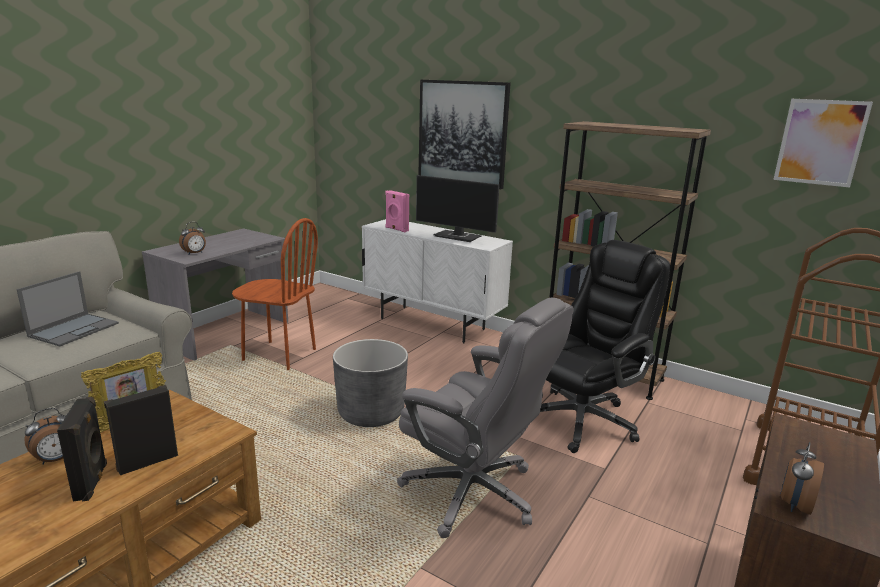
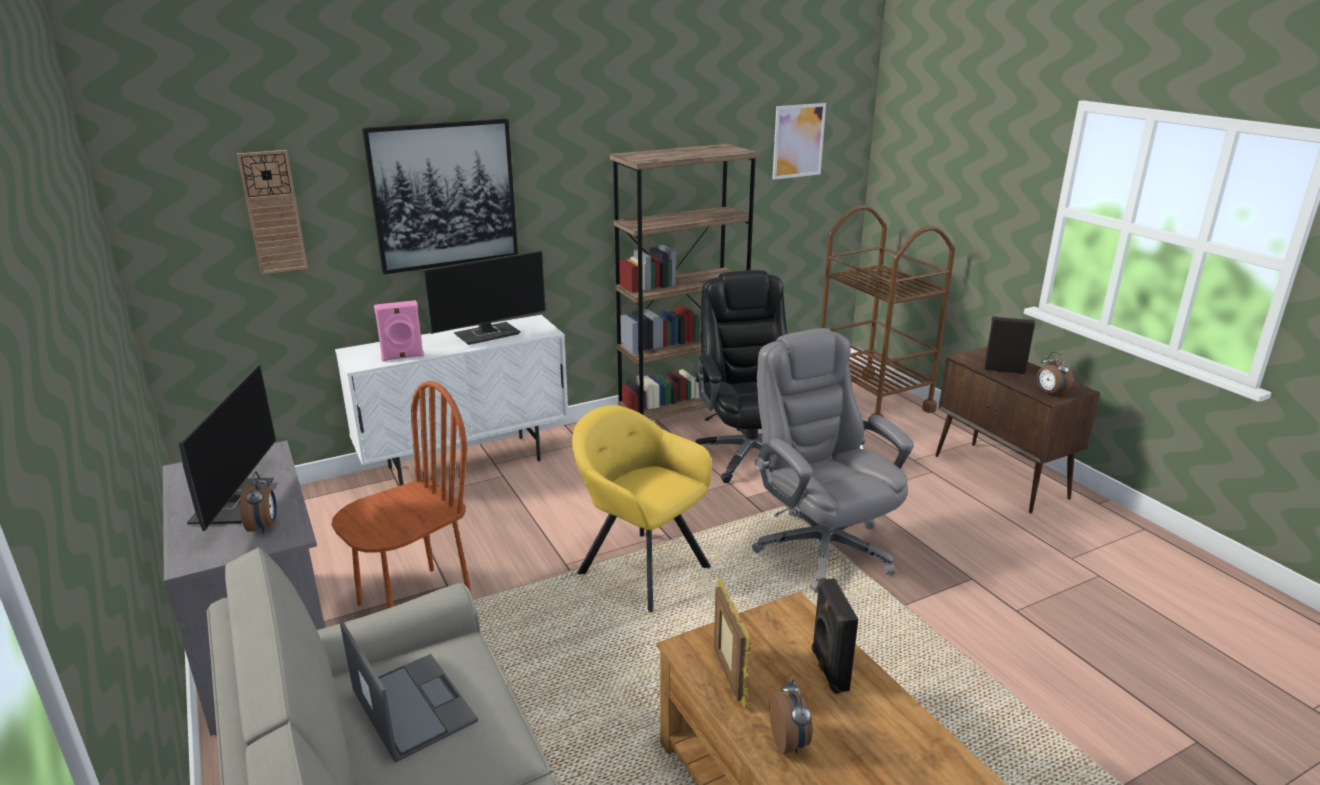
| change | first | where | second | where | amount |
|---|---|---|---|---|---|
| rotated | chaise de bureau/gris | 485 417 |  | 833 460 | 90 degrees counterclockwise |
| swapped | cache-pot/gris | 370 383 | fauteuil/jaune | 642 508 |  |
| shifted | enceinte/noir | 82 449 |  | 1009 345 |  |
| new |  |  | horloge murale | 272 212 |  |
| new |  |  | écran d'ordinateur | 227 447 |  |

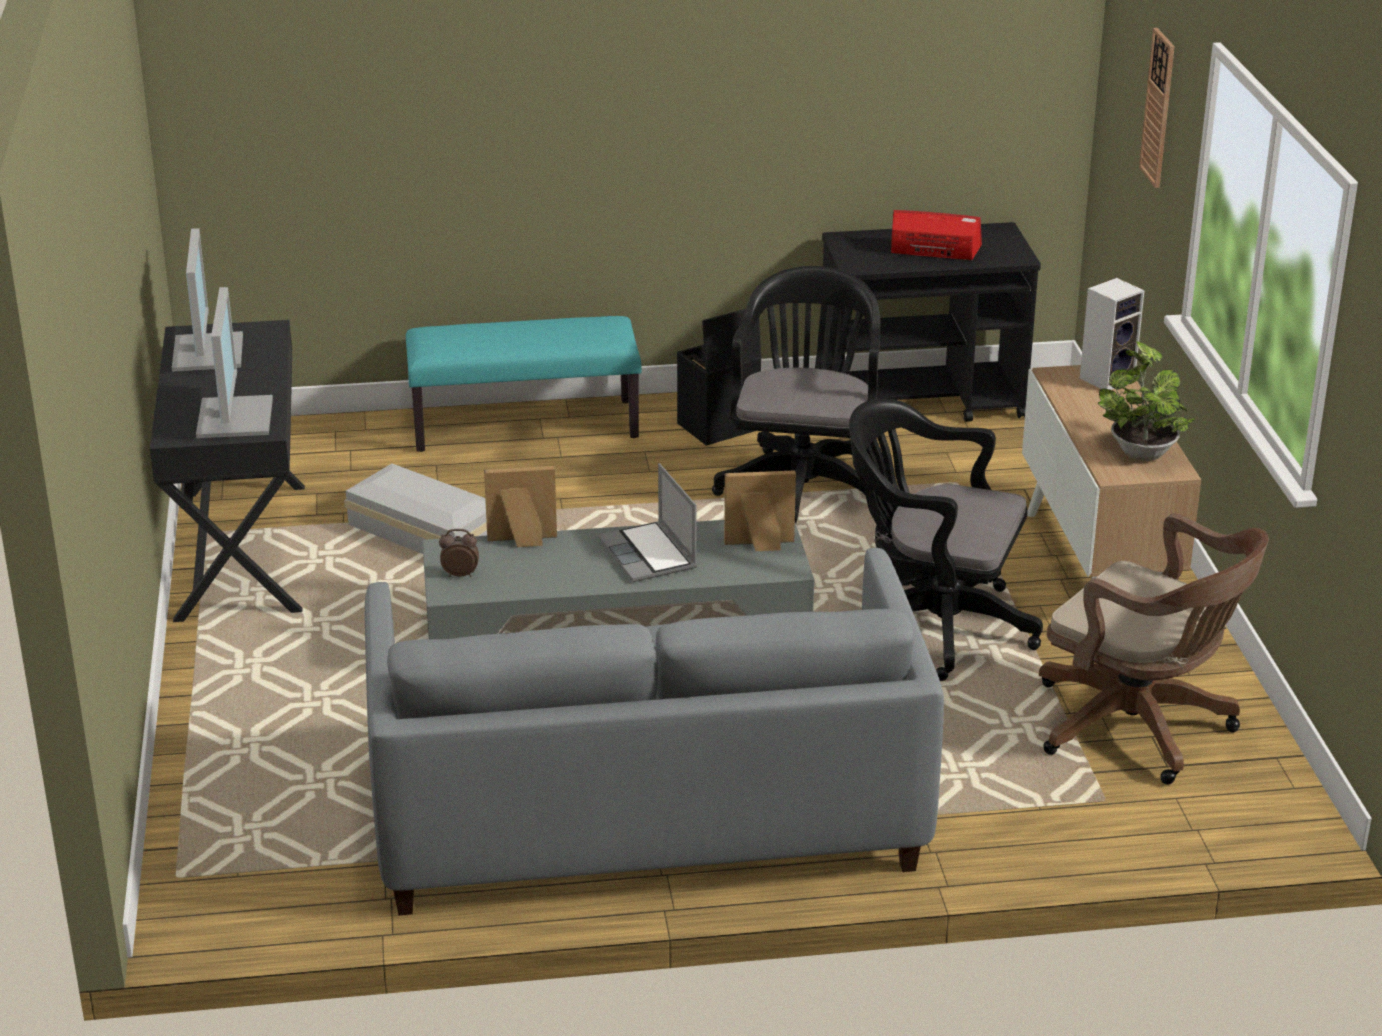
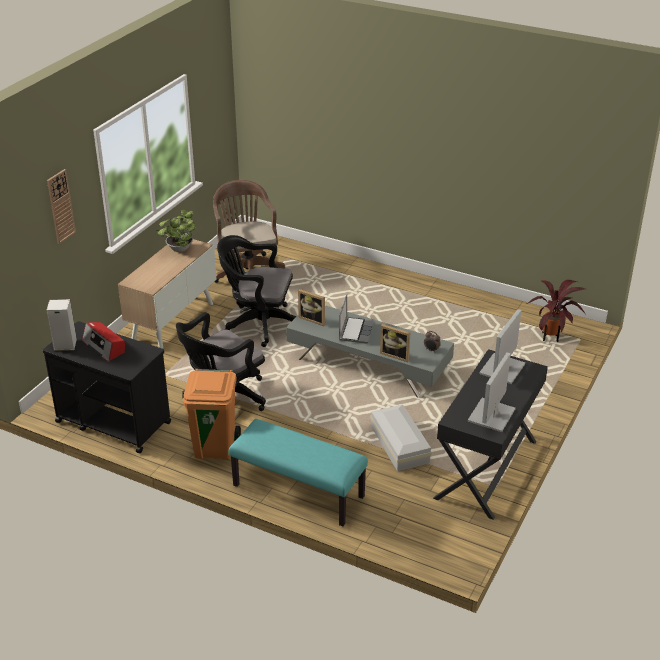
| change | first | where | second | where | amount |
|---|---|---|---|---|---|
| shifted | enceinte | 1112 334 |  | 61 325 |  |
| swapped | boîte de rangement/noir | 719 377 | poubelle/orange | 212 414 |  |
| rotated | chaise de bureau/noir | 946 540 |  | 257 291 | 135 degrees clockwise |
| gone | canapé/gris | 654 731 |  |  |  |
| new |  |  | plante en pot | 556 311 |  |

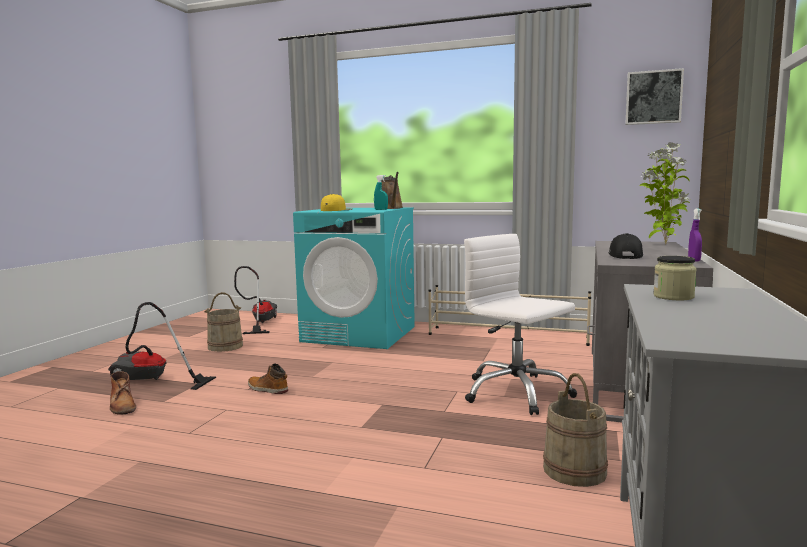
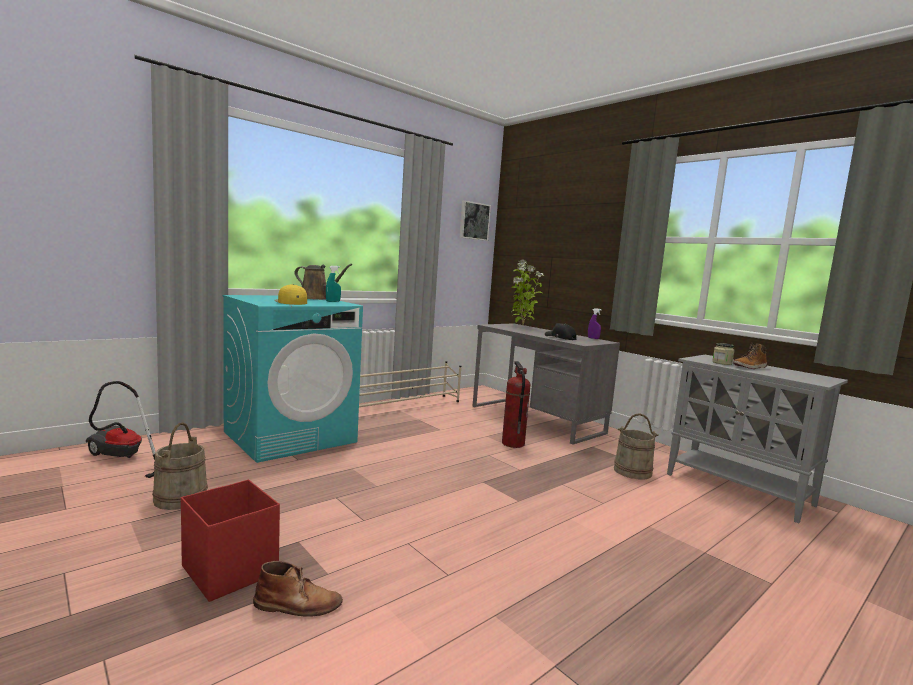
| change | first | where | second | where | amount |
|---|---|---|---|---|---|
| swapped | chaise de bureau/blanc | 520 324 | extincteur | 516 404 |  |
| swapped | aspirateur | 162 346 | boîte de rangement/rouge | 230 541 |  |
| shifted | botte | 268 379 |  | 750 355 |  |

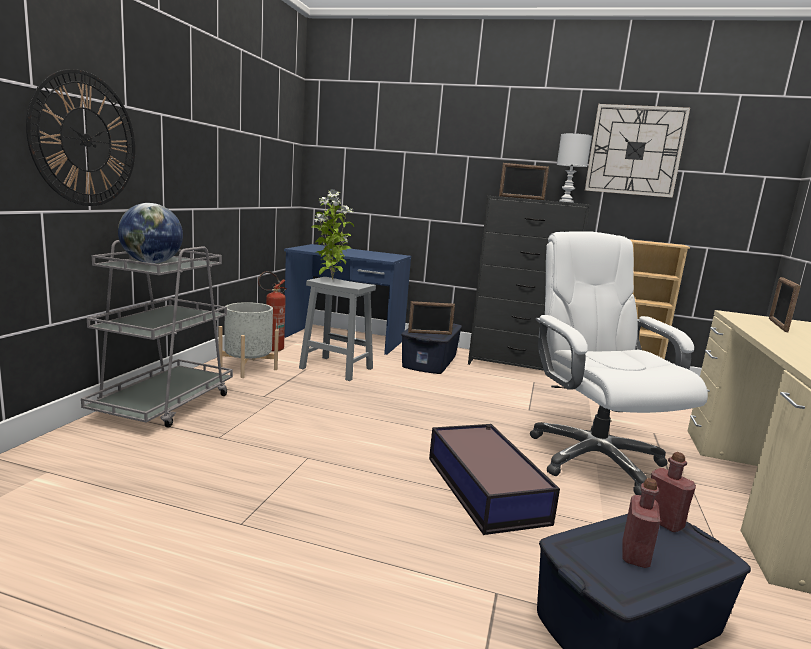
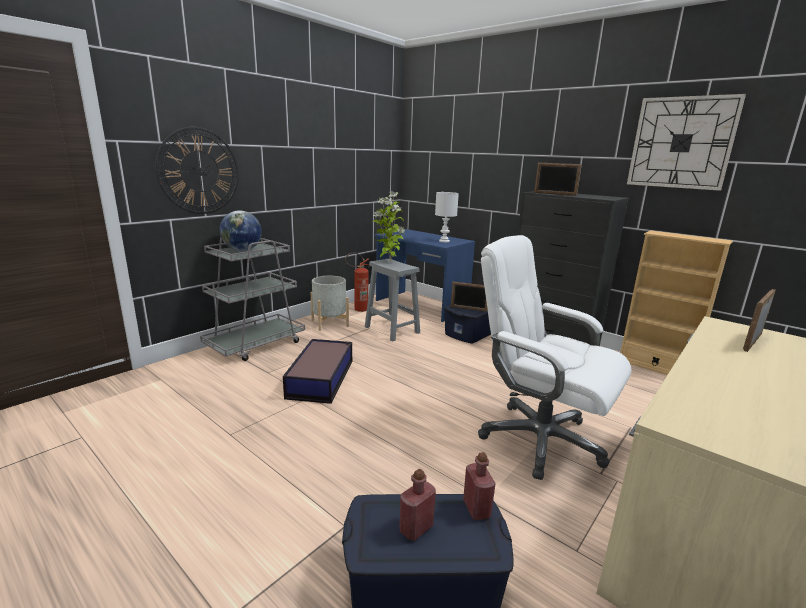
| change | first | where | second | where | amount |
|---|---|---|---|---|---|
| shifted | lampe de table/blanc | 574 168 |  | 447 217 |  |
| rotated | chaise de bureau/blanc | 619 363 |  | 555 357 | 60 degrees counterclockwise |
| shifted | boîte de rangement | 494 479 |  | 317 371 |  |

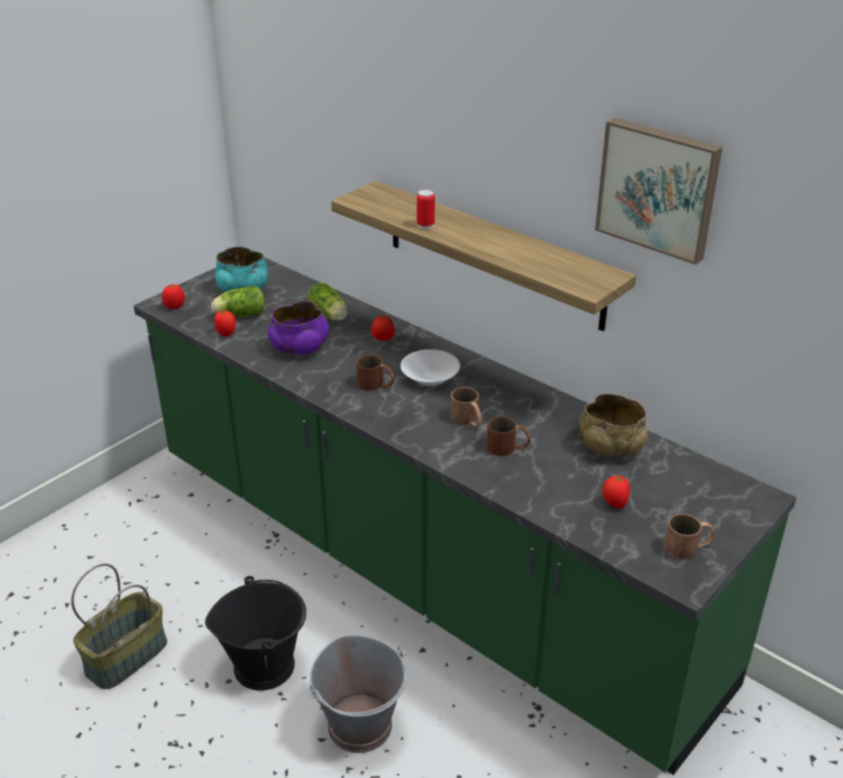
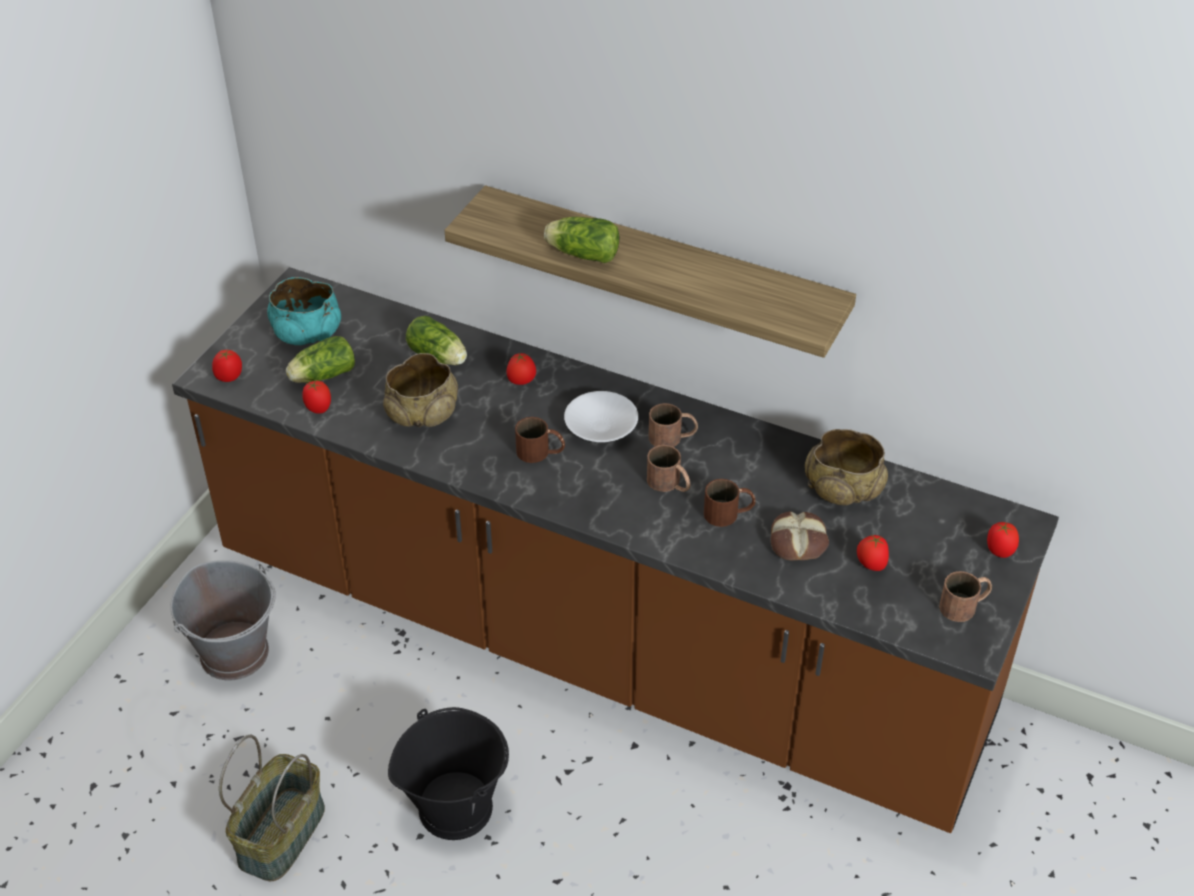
| change | first | where | second | where | amount |
|---|---|---|---|---|---|
| gone | tableau | 659 191 |  |  |  |
| swapped | boîte métallique | 426 209 | laitue | 581 240 |  |
| repainted | comptoir de cuisine/vert | 465 516 | comptoir de cuisine/marron | 615 550 |  |
| repainted | bol/violet | 298 328 | bol/beige | 420 390 |  |
| shifted | seau/gris | 358 693 |  | 223 620 |  |
| new |  |  | mug/marron | 673 425 |  |
| new |  |  | pain | 800 536 |  |
| new |  |  | tomate | 1003 540 |  |

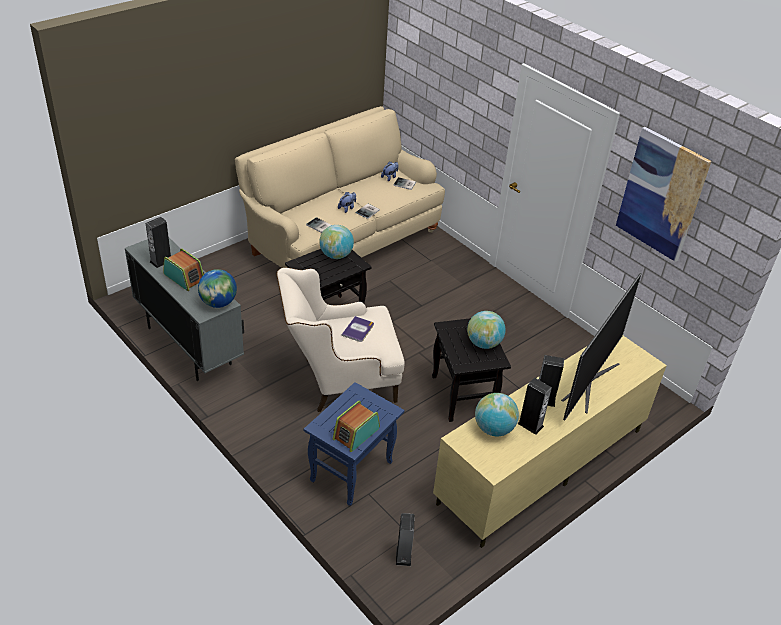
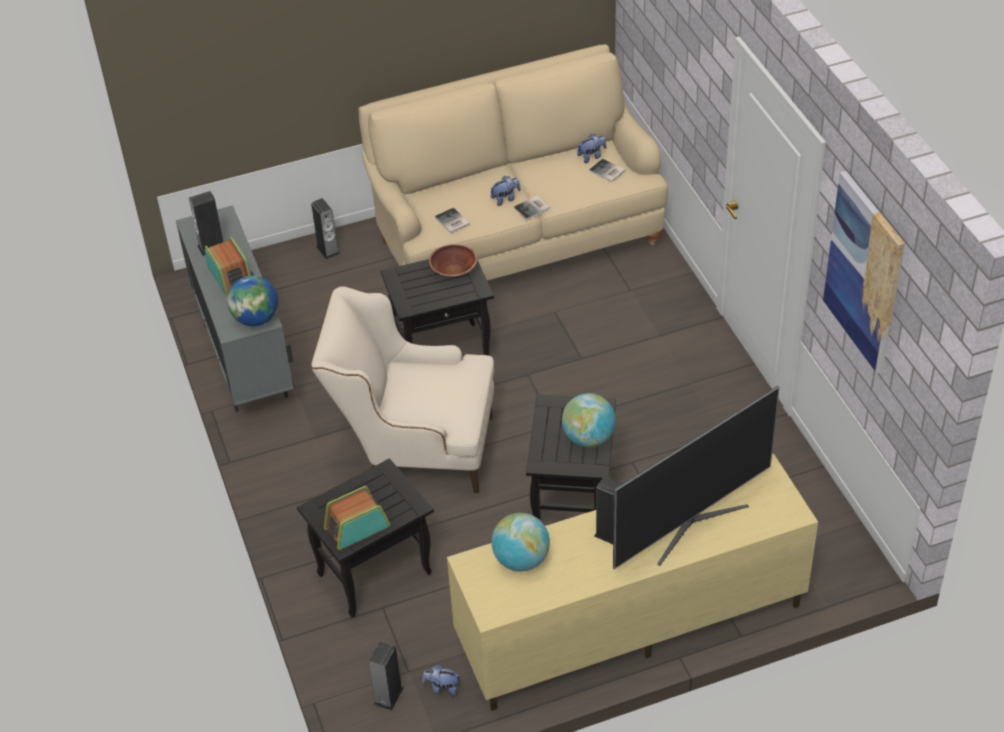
| change | first | where | second | where | amount |
|---|---|---|---|---|---|
| swapped | globe | 336 242 | bol/marron | 453 260 |  |
| gone | livre | 358 329 |  |  |  |
| shifted | enceinte | 534 406 |  | 325 229 |  |
| repainted | table d'appoint/bleu | 354 444 | table d'appoint/noir | 365 538 |  |
| new |  |  | peluche | 441 680 |  |

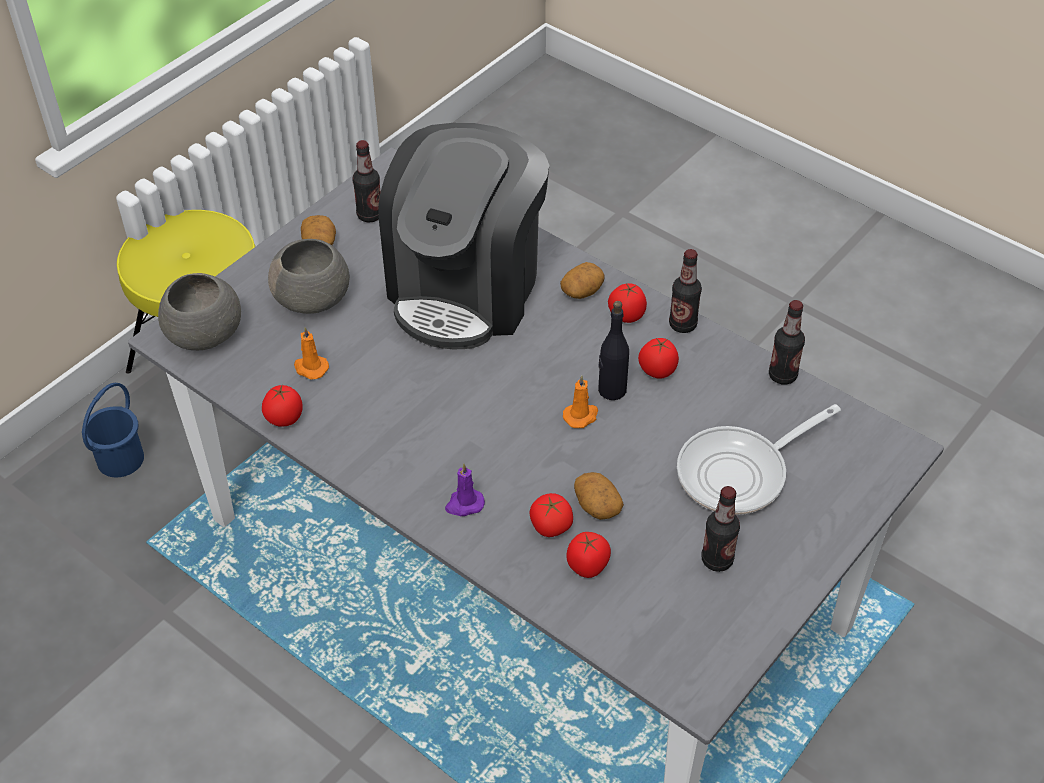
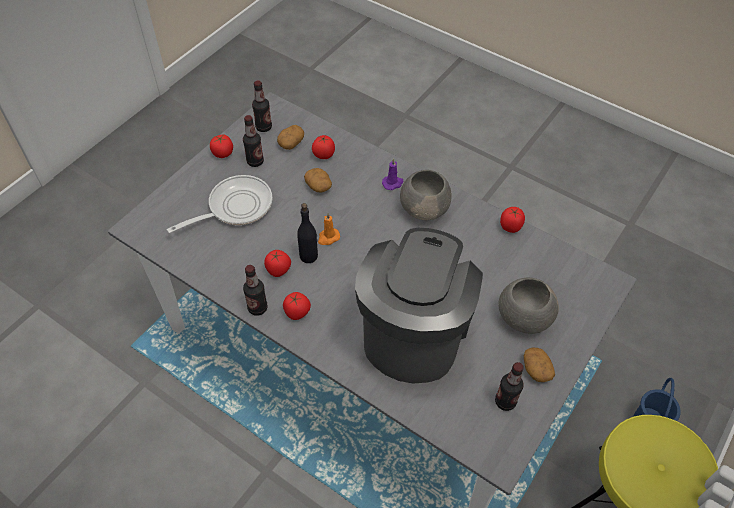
| change | first | where | second | where | amount |
|---|---|---|---|---|---|
| shifted | pomme de terre | 582 280 |  | 290 137 |  |
| shifted | bol/gris | 199 311 |  | 426 195 |  |
| shifted | bouteille | 787 342 |  | 262 106 |  |
| gone | bougie/orange | 311 353 |  |  |  |
| shifted | tomate | 551 515 |  | 221 146 |  |

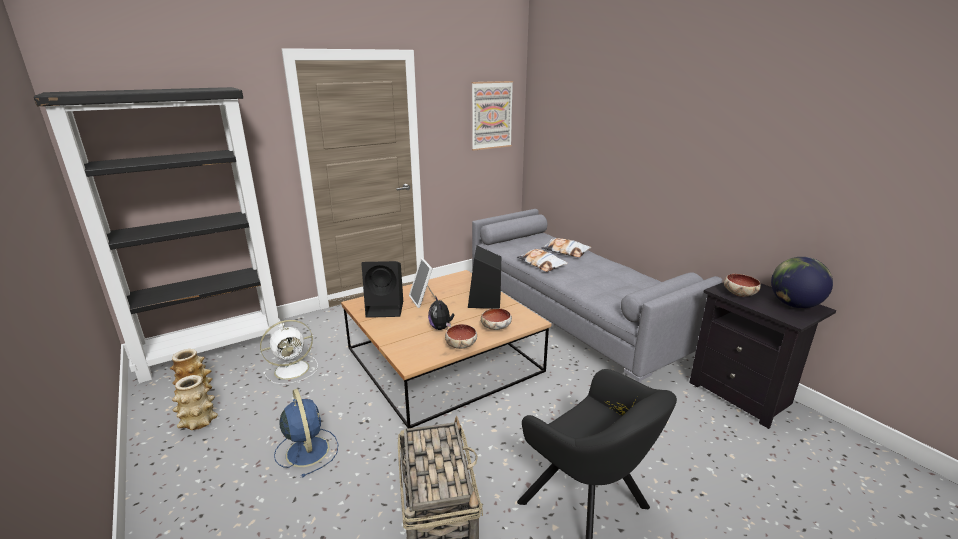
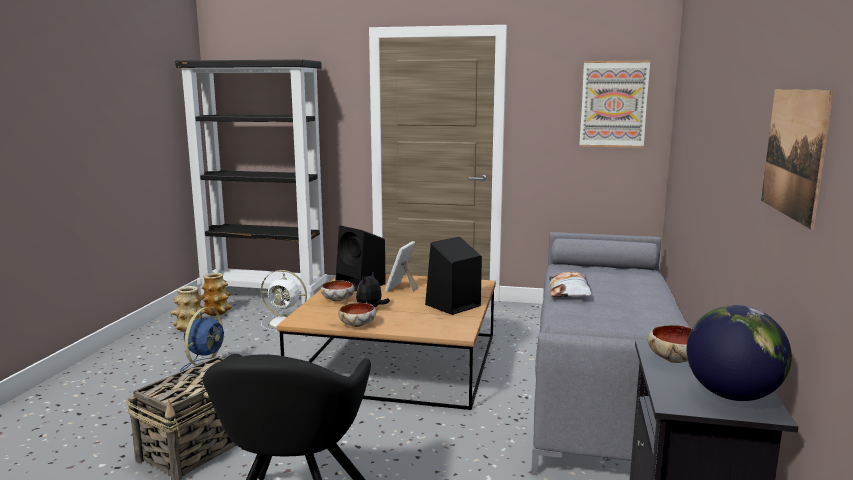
| change | first | where | second | where | amount |
|---|---|---|---|---|---|
| gone | coussin | 566 247 |  |  |  |
| shifted | bol | 496 319 |  | 338 290 |  |
| new |  |  | tableau | 797 159 |  |

